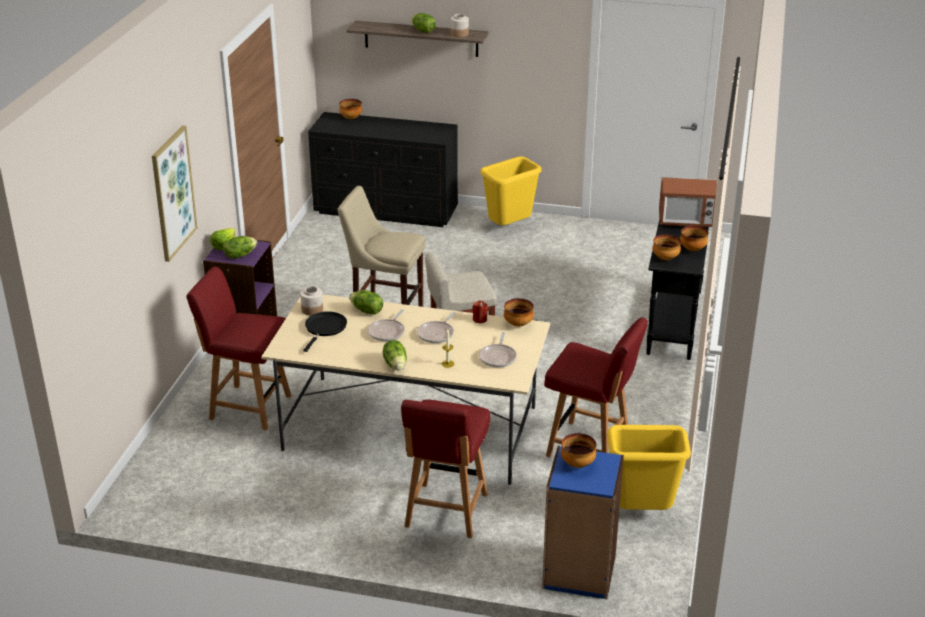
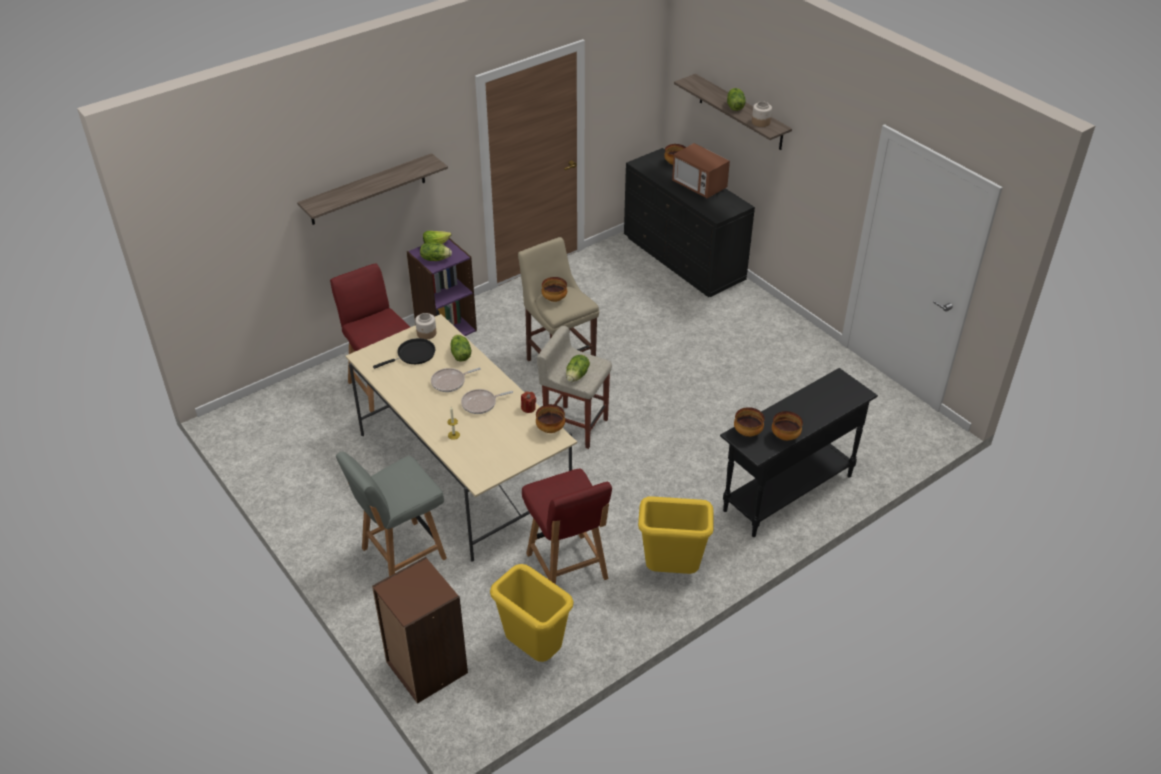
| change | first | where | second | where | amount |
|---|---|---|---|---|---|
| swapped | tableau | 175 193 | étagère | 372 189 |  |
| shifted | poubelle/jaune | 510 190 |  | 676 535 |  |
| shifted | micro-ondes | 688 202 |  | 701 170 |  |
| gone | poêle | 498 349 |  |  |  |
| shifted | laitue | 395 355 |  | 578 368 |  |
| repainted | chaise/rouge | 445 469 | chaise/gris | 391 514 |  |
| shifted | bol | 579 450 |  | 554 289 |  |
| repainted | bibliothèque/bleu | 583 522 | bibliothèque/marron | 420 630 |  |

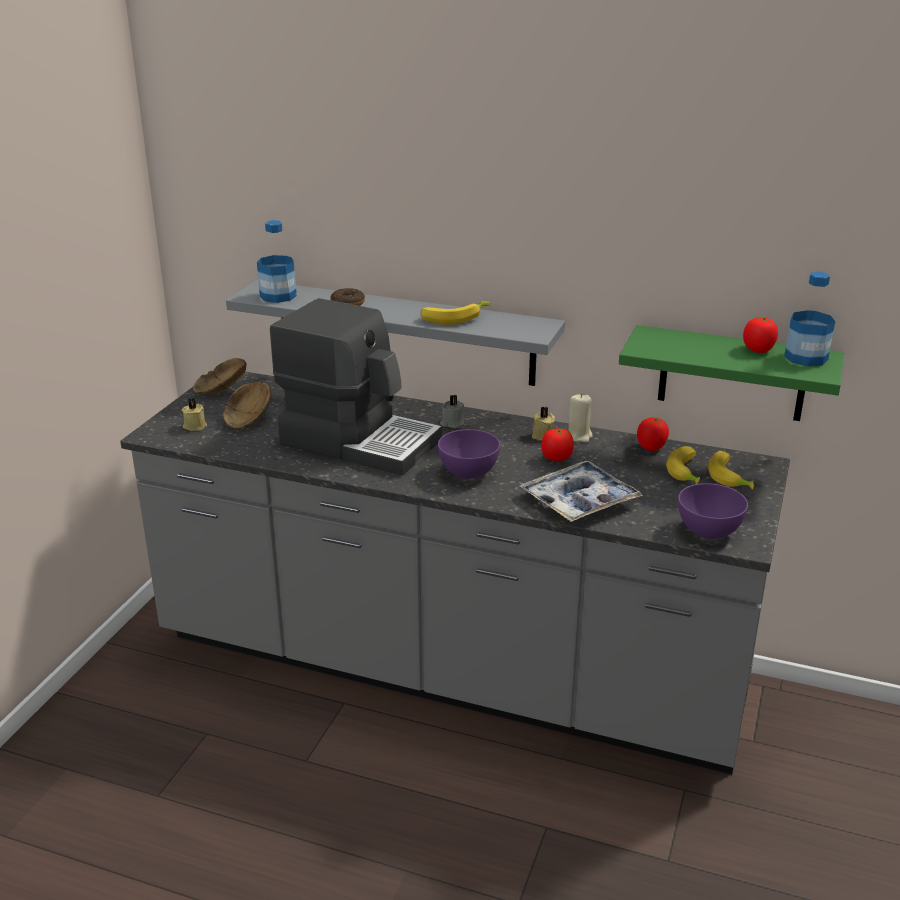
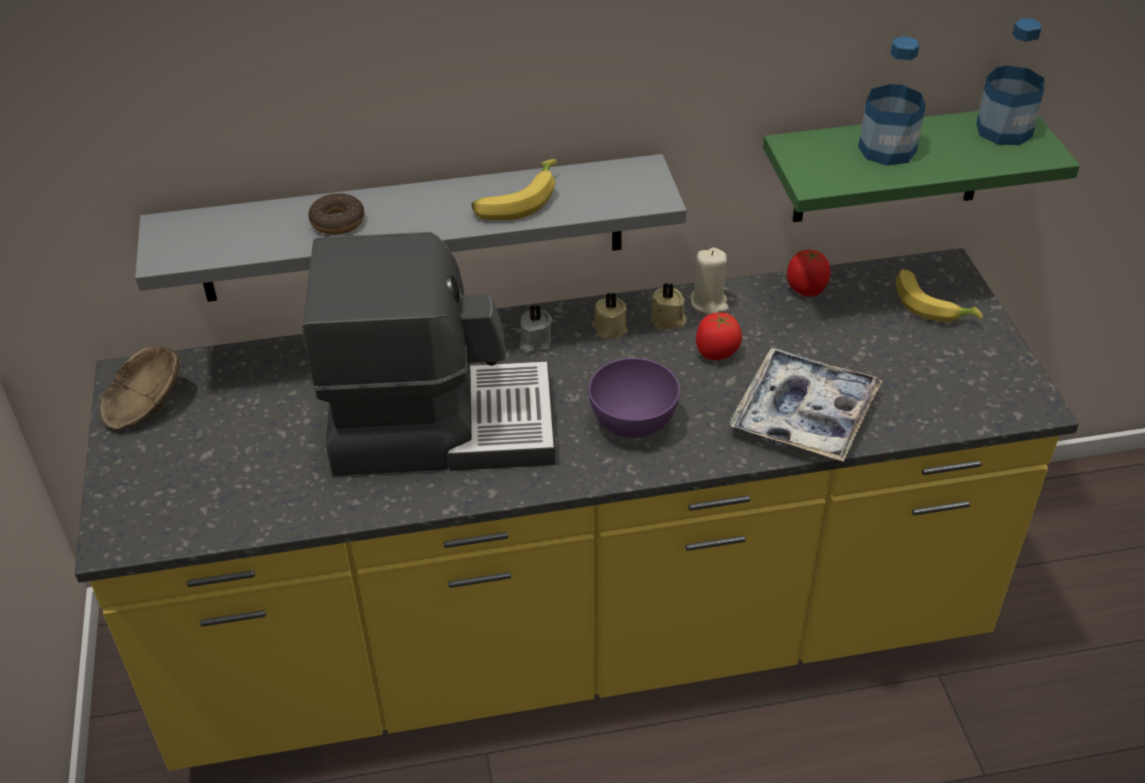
| change | first | where | second | where | amount |
|---|---|---|---|---|---|
| shifted | bouteille | 277 261 |  | 892 101 |  |
| gone | tomate | 760 335 |  |  |  |
| repainted | comptoir de cuisine/gris | 455 573 | comptoir de cuisine/jaune | 577 509 |  |
| gone | bol/marron | 247 406 |  |  |  |
| shifted | bougie/beige | 194 414 |  | 610 315 |  |
| gone | banane | 683 465 |  |  |  |
| gone | bol/violet | 713 511 |  |  |  |

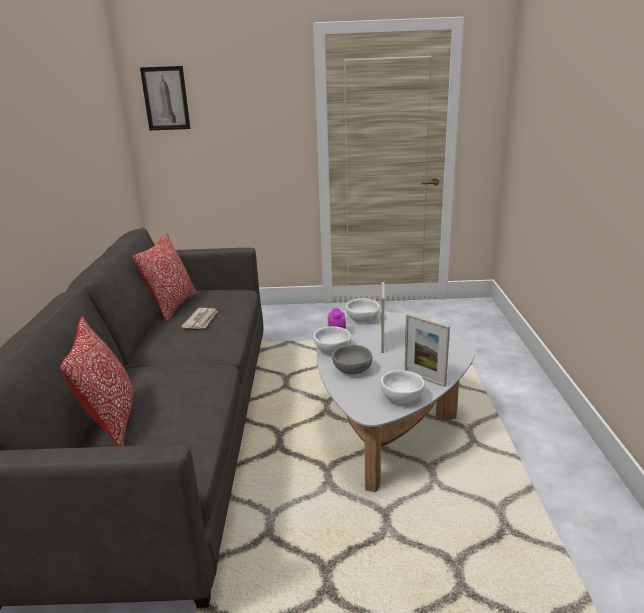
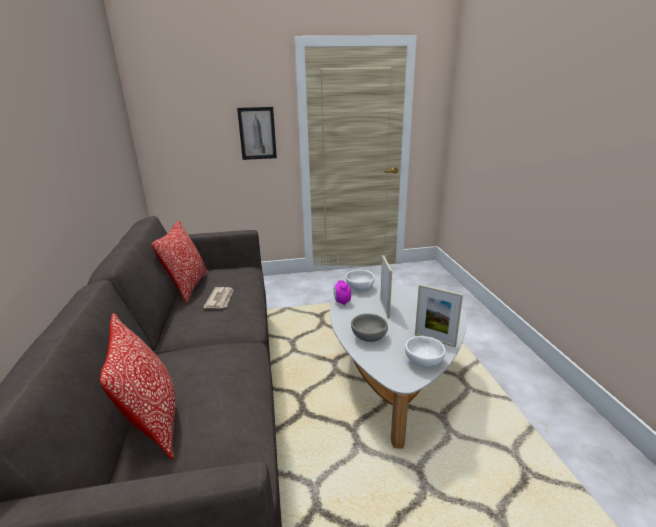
| change | first | where | second | where | amount |
|---|---|---|---|---|---|
| shifted | tableau | 165 98 |  | 257 133 |  |
| gone | bol/blanc | 332 340 |  |  |  |

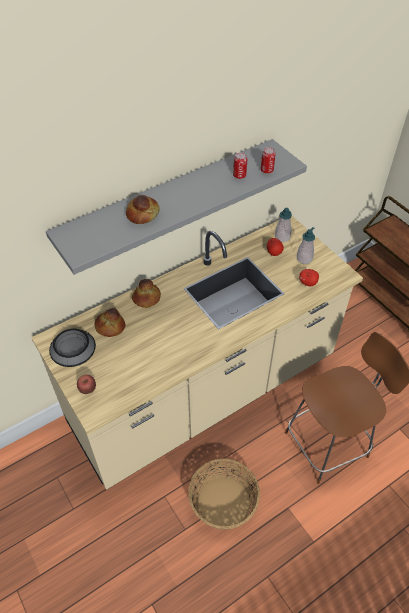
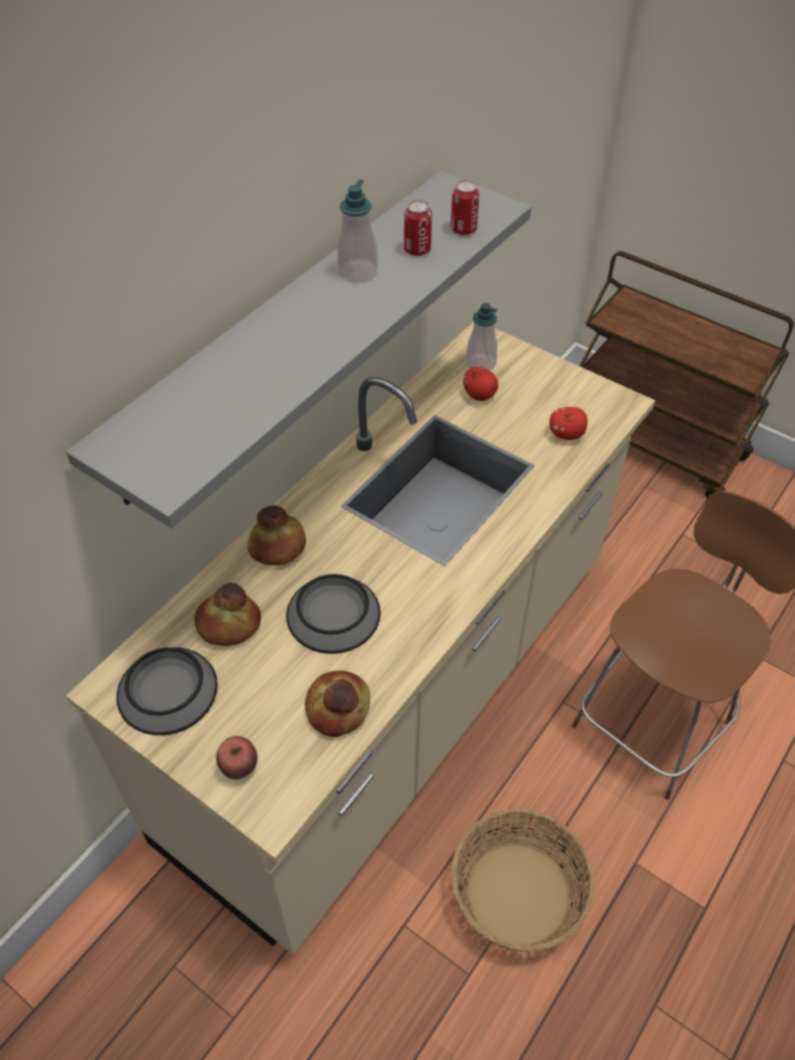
| change | first | where | second | where | amount |
|---|---|---|---|---|---|
| shifted | pain | 143 209 |  | 337 703 |  |
| shifted | distributeur de savon | 306 245 |  | 357 231 |  |
| new |  |  | bol | 333 614 |  |

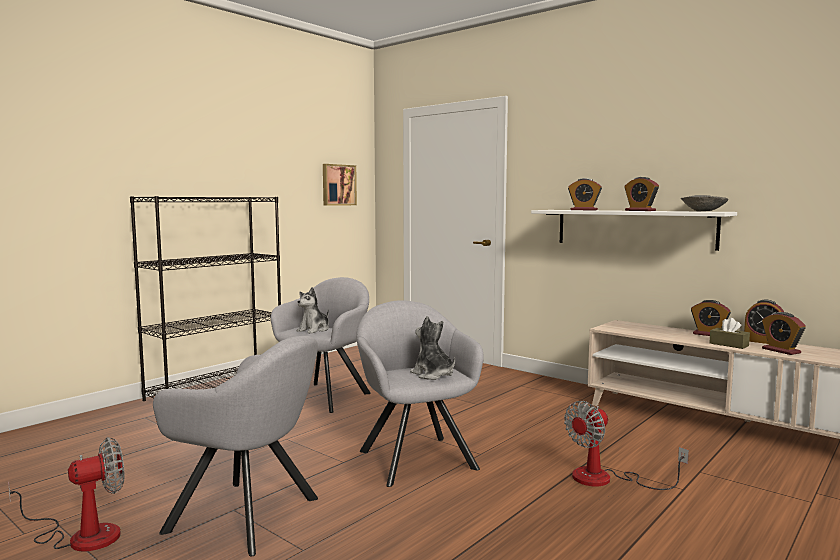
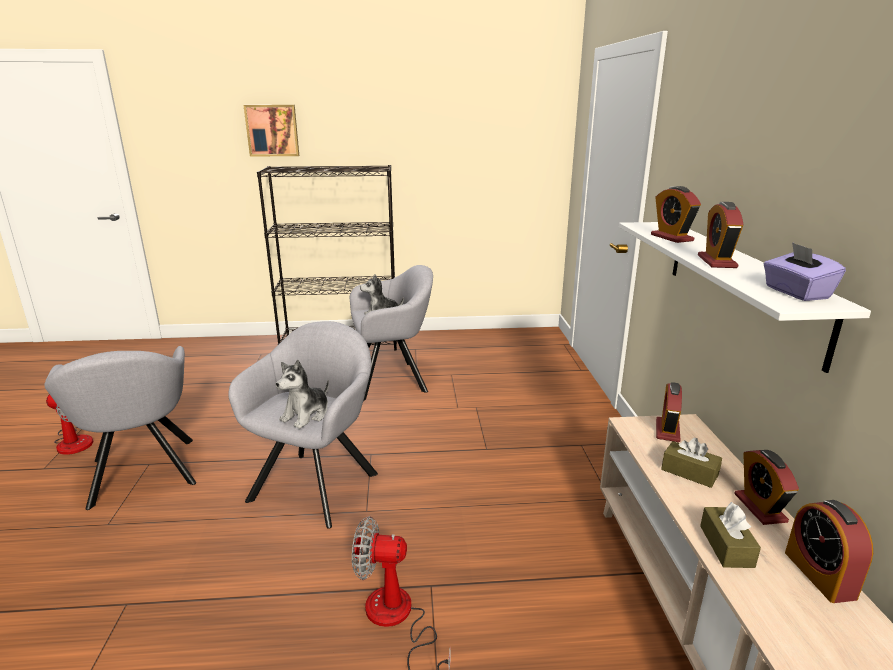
| change | first | where | second | where | amount |
|---|---|---|---|---|---|
| shifted | tableau | 340 185 |  | 271 131 |  |
| swapped | bol/gris | 705 203 | boîte à mouchoirs/violet | 805 271 |  |
| shifted | réveil | 784 333 |  | 669 412 |  |
| rotated | peluche | 432 348 |  | 302 394 | 150 degrees counterclockwise |
| new |  |  | boîte à mouchoirs/marron | 691 463 |  |

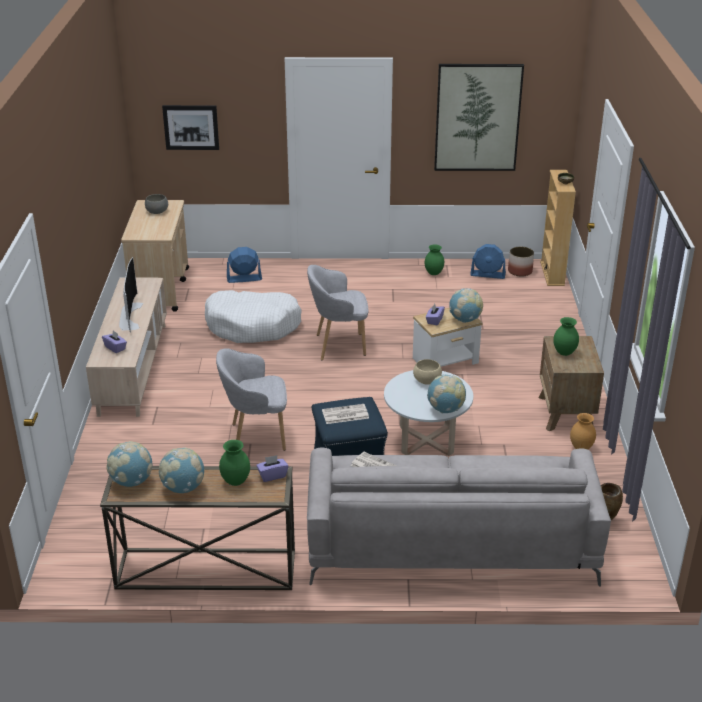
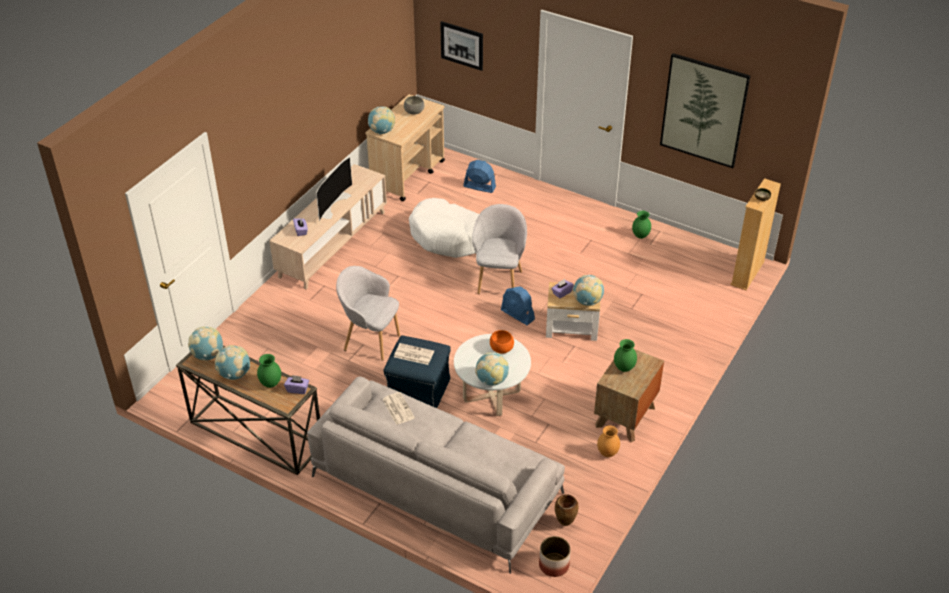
| change | first | where | second | where | amount |
|---|---|---|---|---|---|
| shifted | ventilateur/bleu | 488 261 |  | 518 305 |  |
| shifted | cache-pot | 521 262 |  | 555 556 |  |
| rotated | fauteuil/gris | 337 312 |  | 499 249 | 75 degrees clockwise |
| repainted | bol/beige | 427 372 | bol/orange | 502 342 |  |
| new |  |  | globe | 381 120 |  |

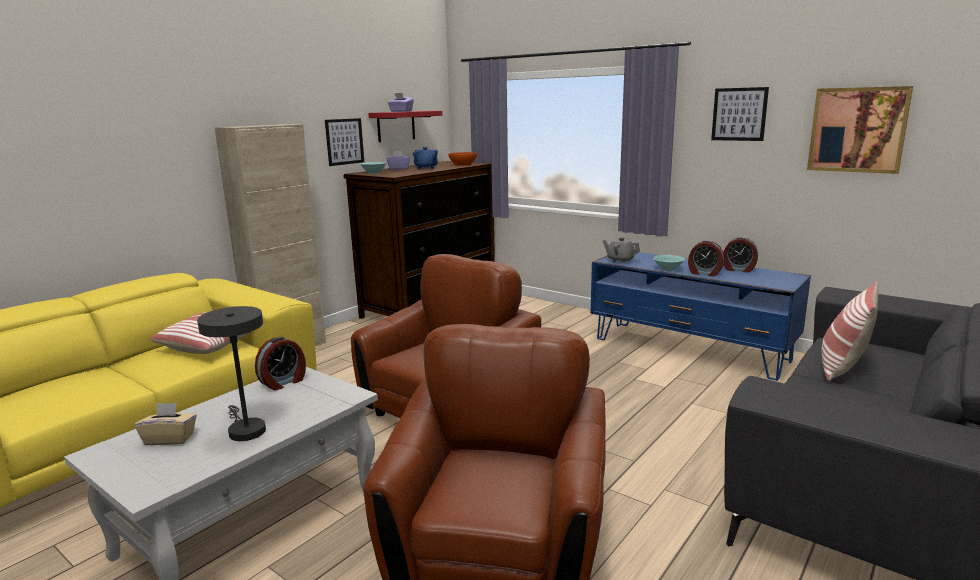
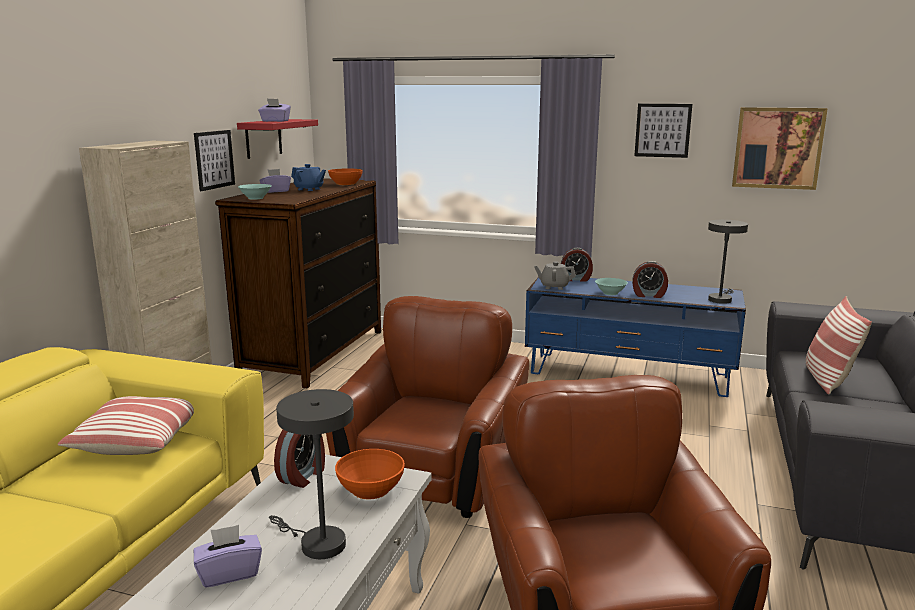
| change | first | where | second | where | amount |
|---|---|---|---|---|---|
| shifted | réveil | 740 254 |  | 577 265 |  |
| repainted | boîte à mouchoirs/beige | 166 424 | boîte à mouchoirs/violet | 228 556 |  |
| new |  |  | lampe de table/gris | 728 262 |  |
| new |  |  | bol/orange | 370 474 |  |

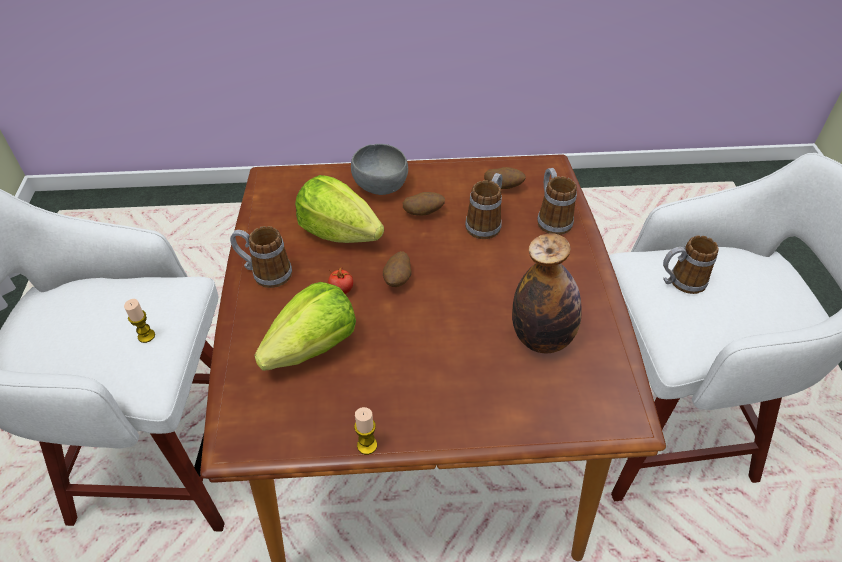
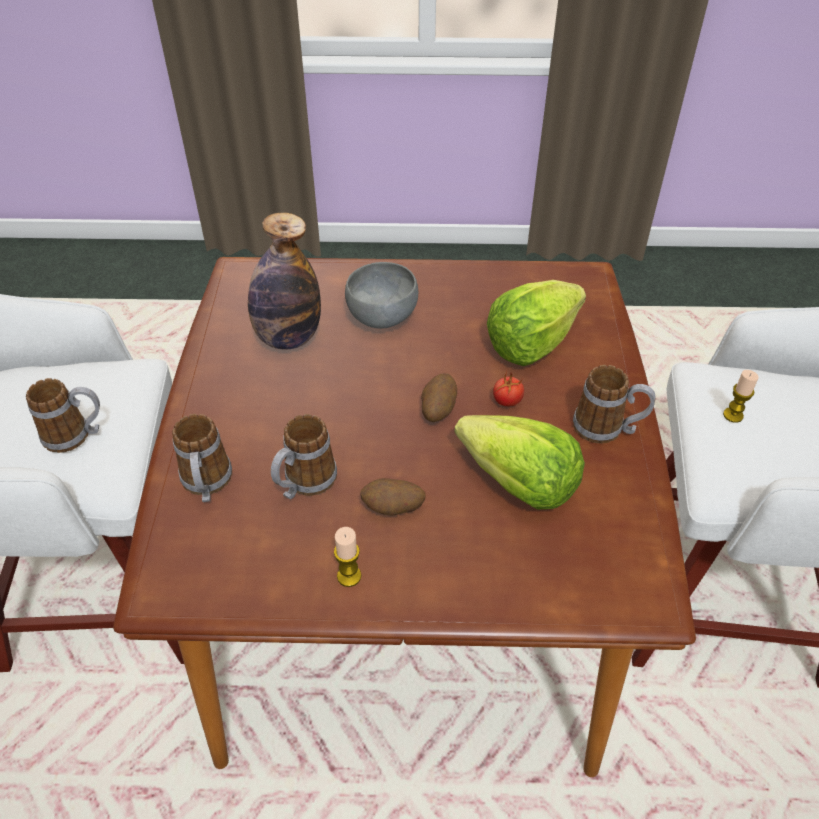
| change | first | where | second | where | amount |
|---|---|---|---|---|---|
| shifted | bol/gris | 379 169 |  | 381 295 |  |
| gone | pomme de terre | 505 178 |  |  |  |
| shifted | bougie | 365 431 |  | 347 557 |  |

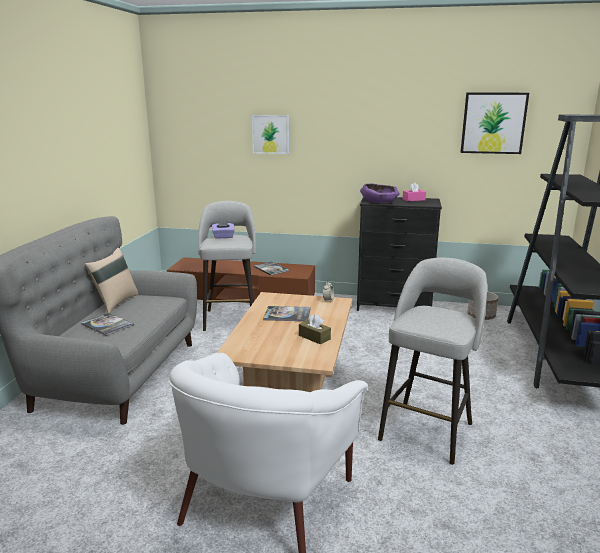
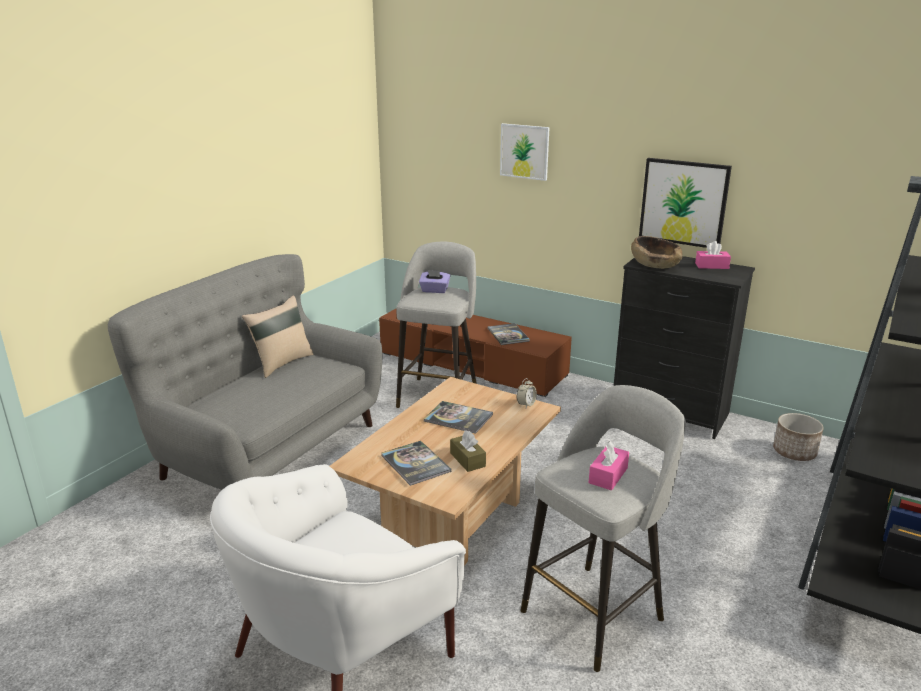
| change | first | where | second | where | amount |
|---|---|---|---|---|---|
| shifted | tableau | 494 123 |  | 685 203 |  |
| repainted | bol/violet | 379 193 | bol/marron | 656 252 |  |
| shifted | livre | 107 324 |  | 416 463 |  |
| new |  |  | boîte à mouchoirs/rose | 609 465 |  |

